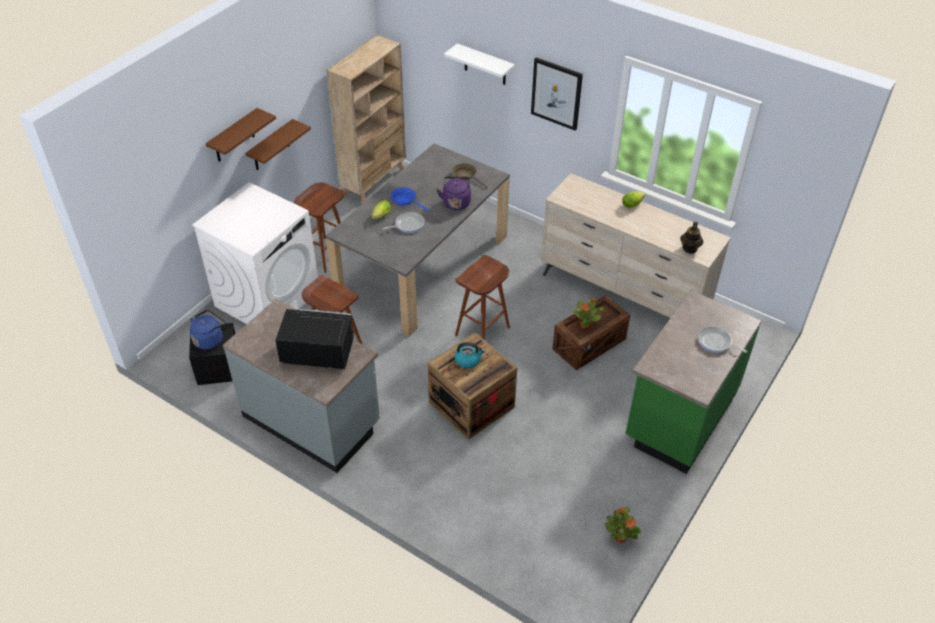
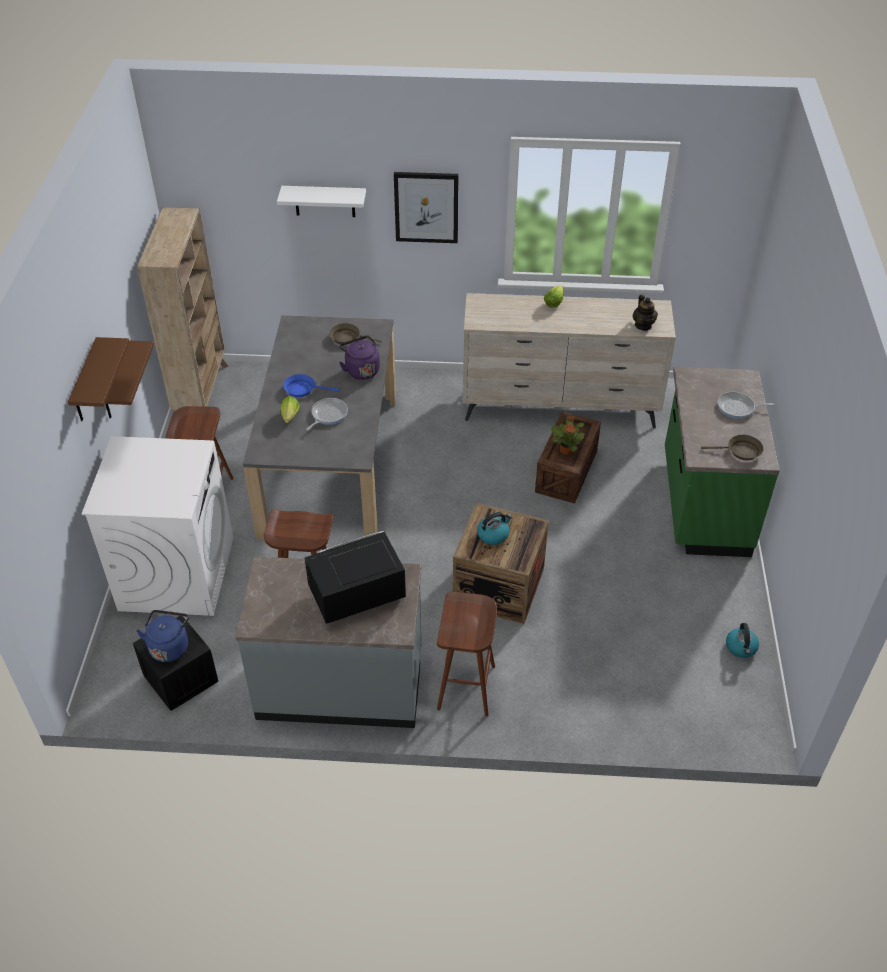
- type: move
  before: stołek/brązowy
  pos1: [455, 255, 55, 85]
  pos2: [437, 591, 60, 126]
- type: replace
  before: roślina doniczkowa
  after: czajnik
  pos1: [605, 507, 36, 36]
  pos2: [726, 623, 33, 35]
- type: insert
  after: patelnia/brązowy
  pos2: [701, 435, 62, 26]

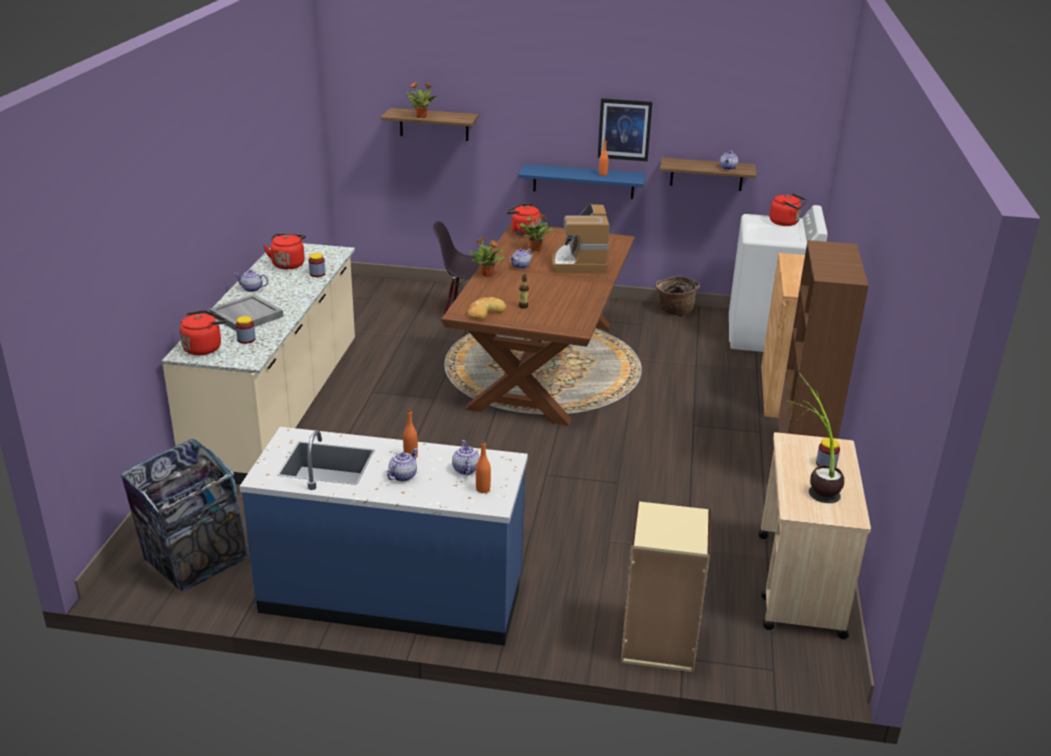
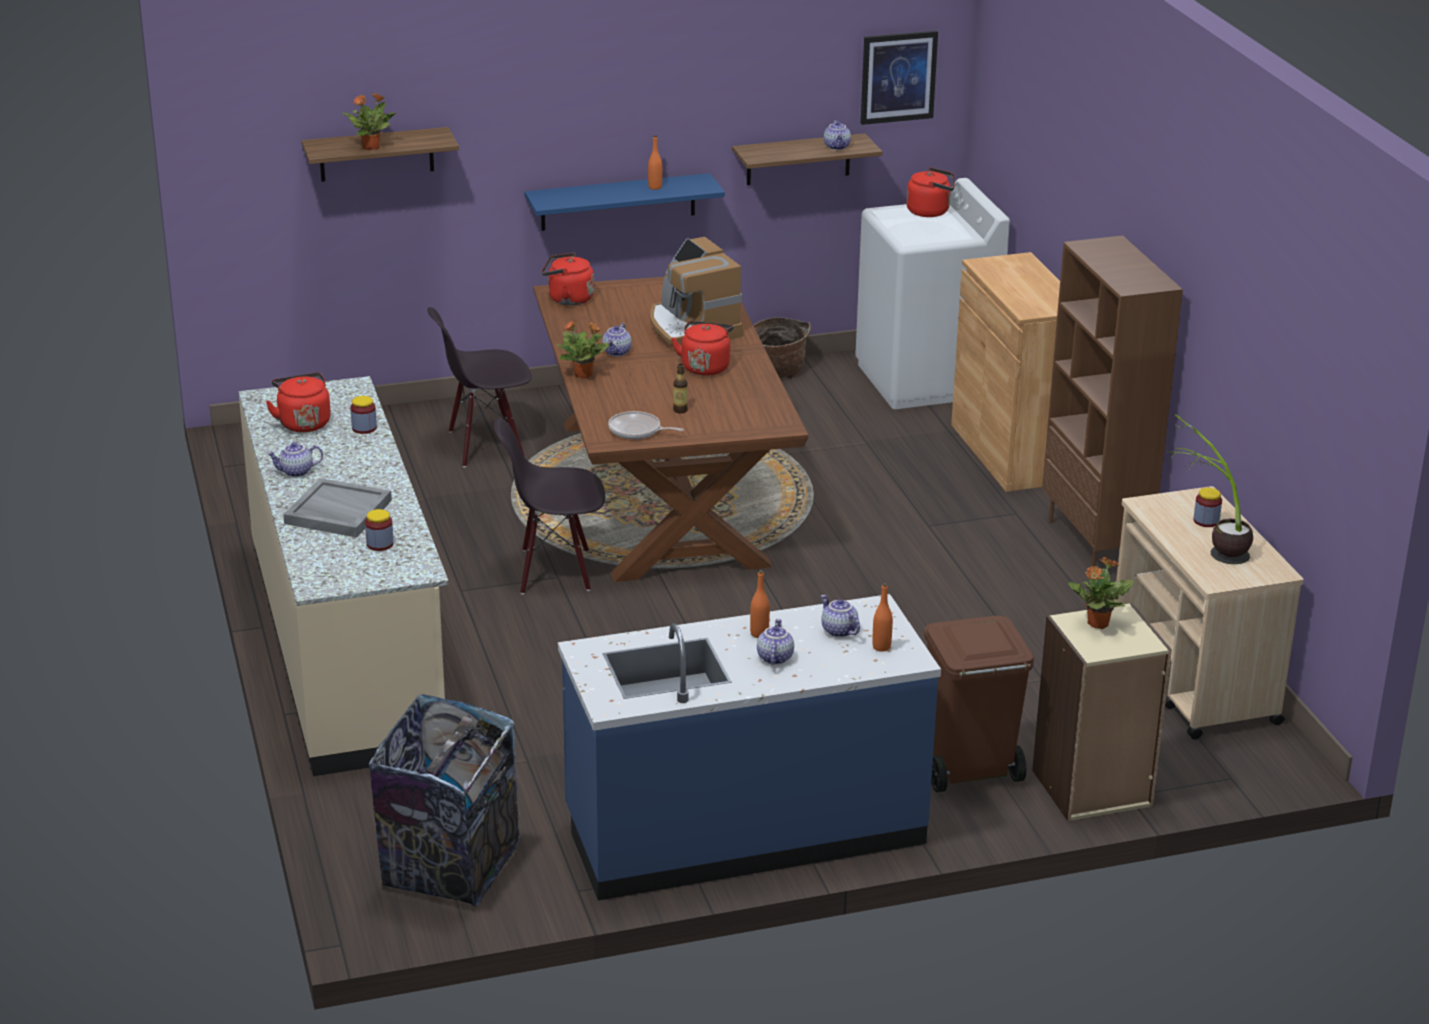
- type: move
  before: obraz
  pos1: [598, 98, 55, 63]
  pos2: [861, 31, 77, 94]
- type: move
  before: roślina doniczkowa
  pos1: [520, 214, 33, 37]
  pos2: [1068, 556, 65, 73]
- type: replace
  before: chleb
  after: patelnia
  pos1: [467, 297, 39, 23]
  pos2: [608, 411, 76, 28]
- type: move
  before: czajnik/czerwony
  pos1: [180, 310, 47, 45]
  pos2: [671, 321, 63, 55]
- type: insert
  after: krzesło/czarny
  pos2: [493, 418, 112, 176]
- type: insert
  after: kosz na śmieci/brązowy
  pos2: [924, 616, 110, 176]

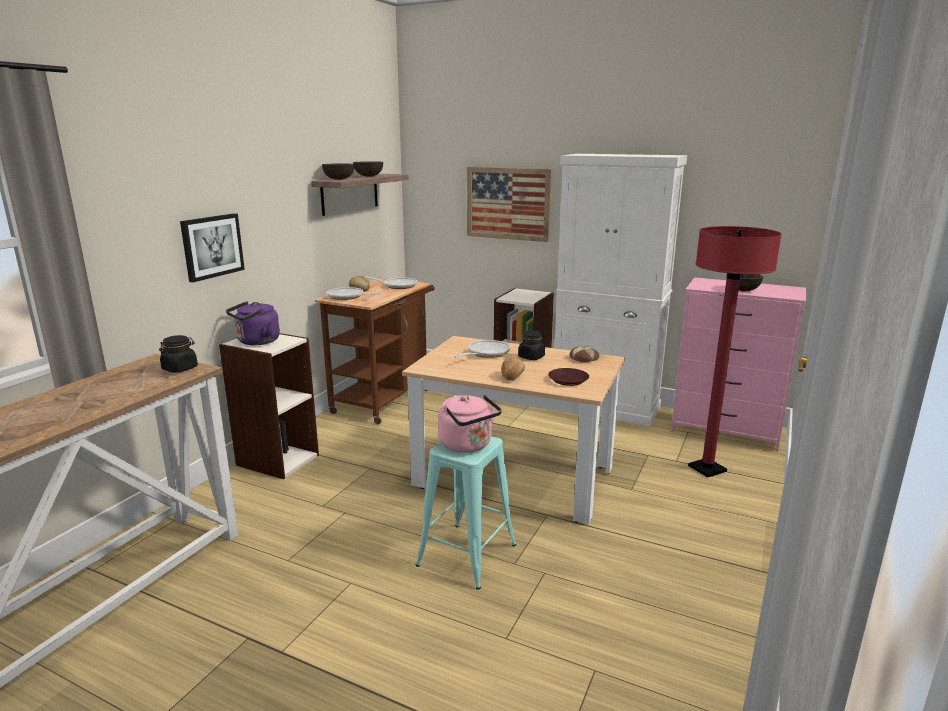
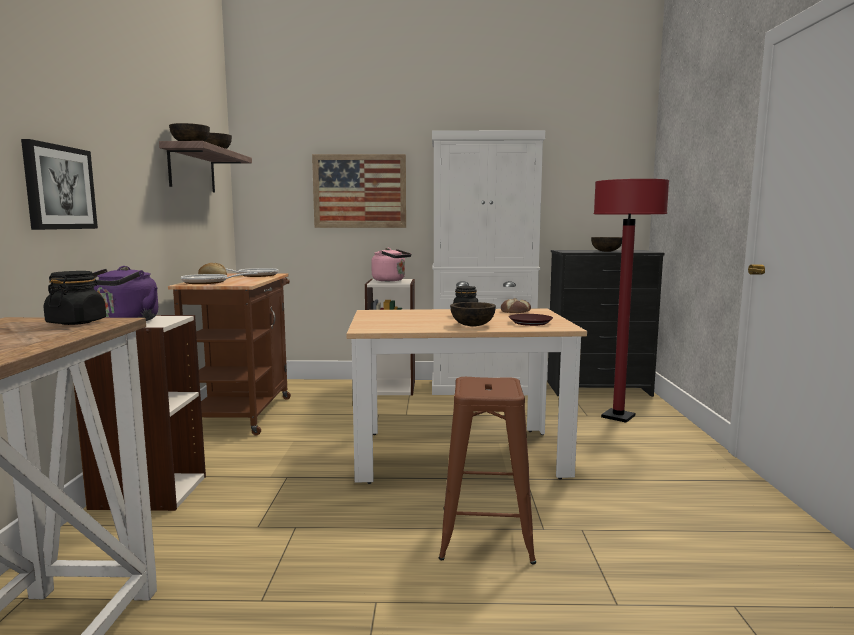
- type: recolor
  before: komoda/różowy
  after: komoda/czarny
  pos1: [671, 277, 135, 175]
  pos2: [547, 250, 118, 147]
- type: delete
  before: patelnia
  pos1: [454, 340, 56, 18]
- type: replace
  before: chleb
  after: miska/brązowy
  pos1: [501, 357, 24, 24]
  pos2: [450, 302, 46, 25]
- type: move
  before: czajnik/różowy
  pos1: [438, 395, 64, 58]
  pos2: [371, 248, 40, 33]
- type: recolor
  before: stołek/turkusowy
  after: stołek/brązowy
  pos1: [416, 436, 100, 154]
  pos2: [439, 377, 97, 188]

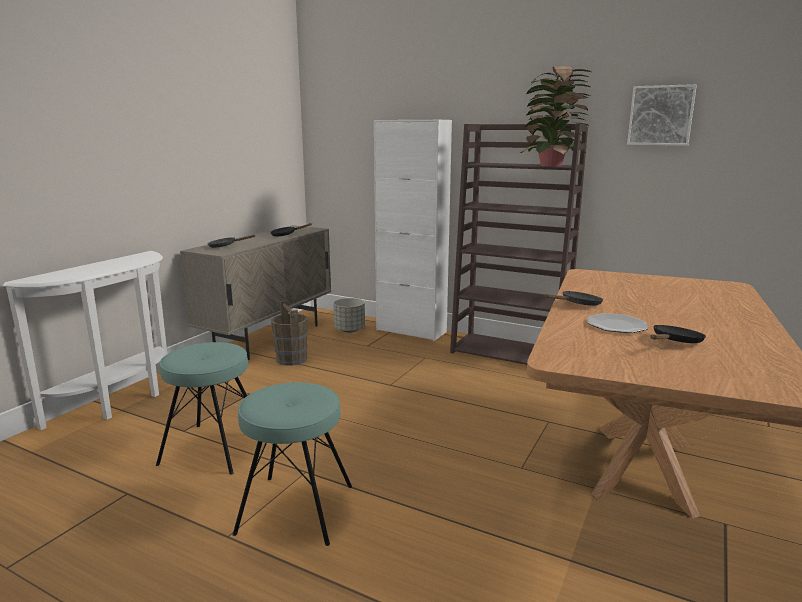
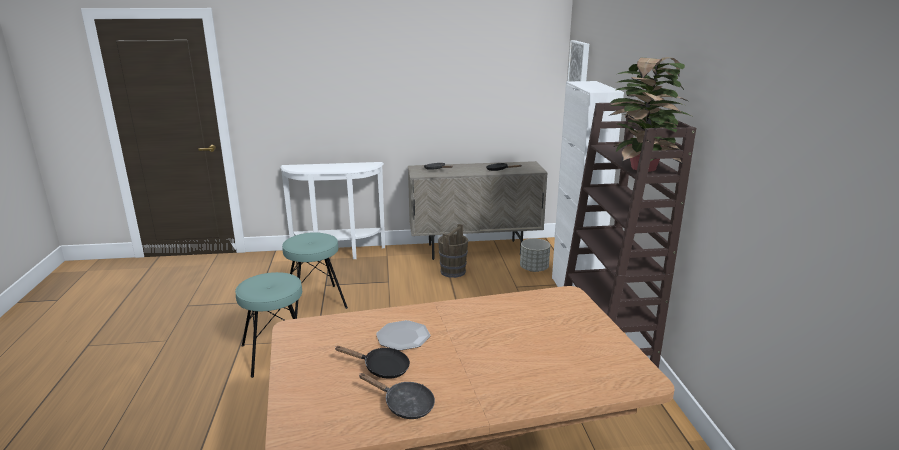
- type: move
  before: obraz
  pos1: [627, 84, 70, 62]
  pos2: [567, 40, 22, 42]
- type: move
  before: patelnia/czarny
  pos1: [545, 291, 58, 15]
  pos2: [359, 373, 76, 46]

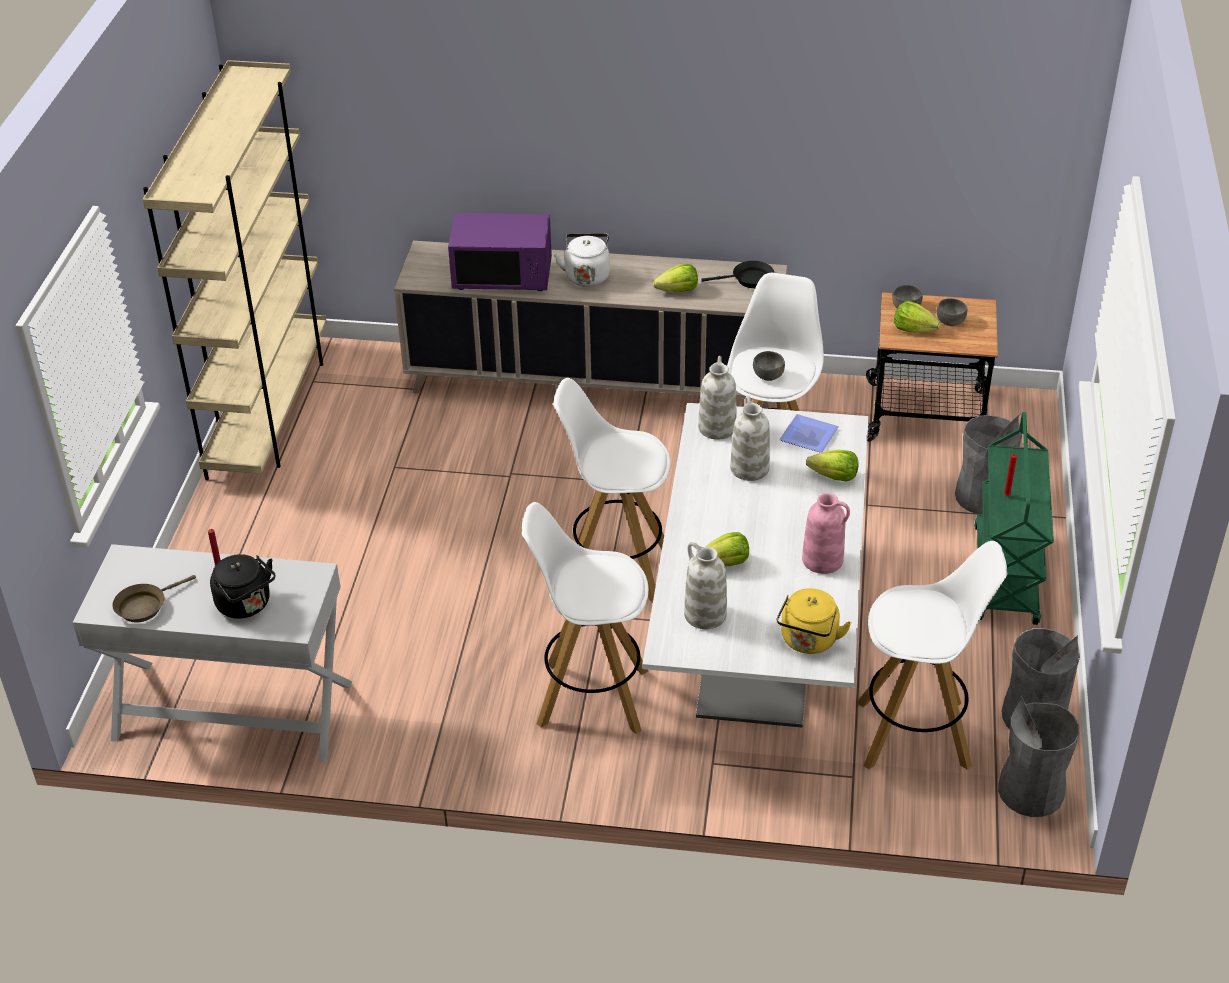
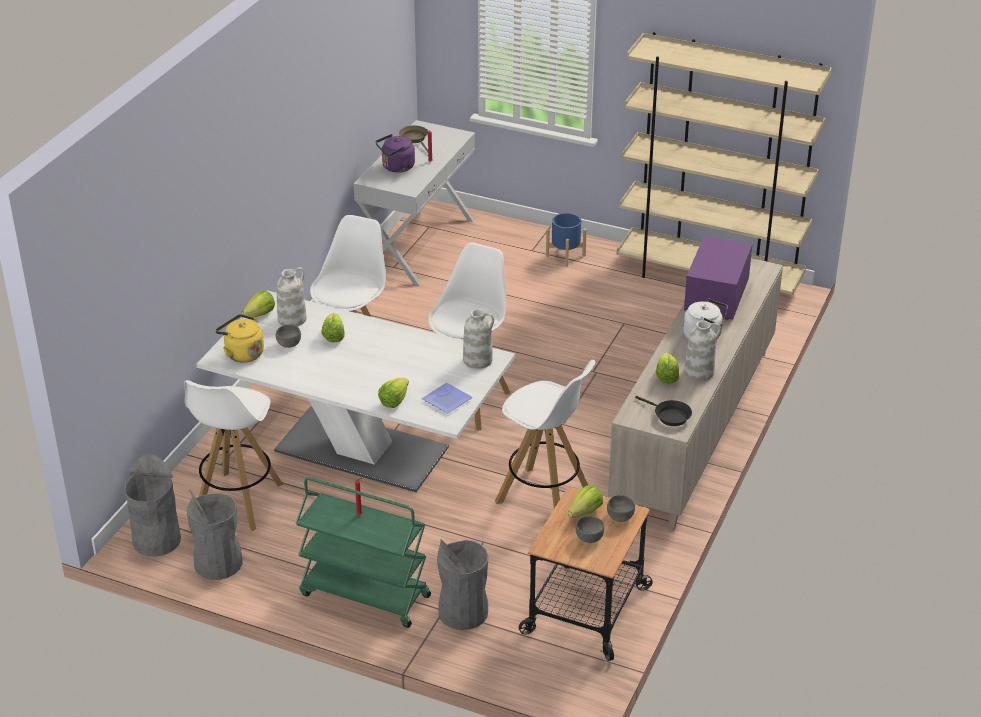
- type: rotate
  before: patelnia/czarny
  pos1: [702, 261, 72, 27]
  pos2: [635, 396, 57, 30]
  turn: -60
- type: move
  before: miska/szary
  pos1: [753, 351, 32, 30]
  pos2: [276, 325, 25, 23]
- type: move
  before: wazon/biały
  pos1: [730, 395, 40, 86]
  pos2: [684, 320, 37, 61]
- type: delete
  before: wazon/różowy
  pos1: [802, 493, 48, 81]
- type: recolor
  before: czajnik/czarny
  after: czajnik/fioletowy
  pos1: [210, 554, 65, 65]
  pos2: [376, 134, 39, 39]
- type: insert
  after: donica/niebieski
  pos2: [546, 213, 41, 54]
- type: insert
  after: sałata
  pos2: [242, 291, 33, 26]

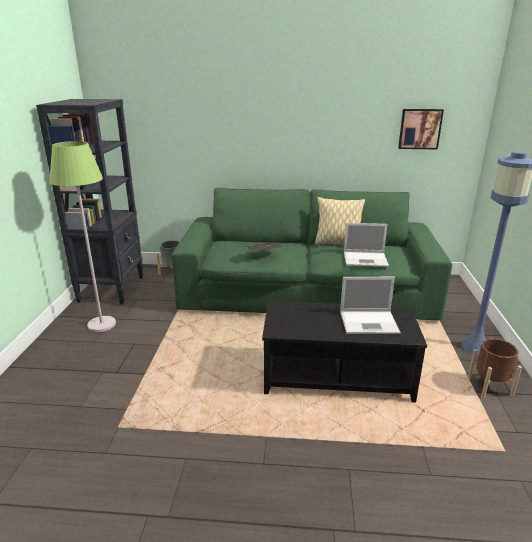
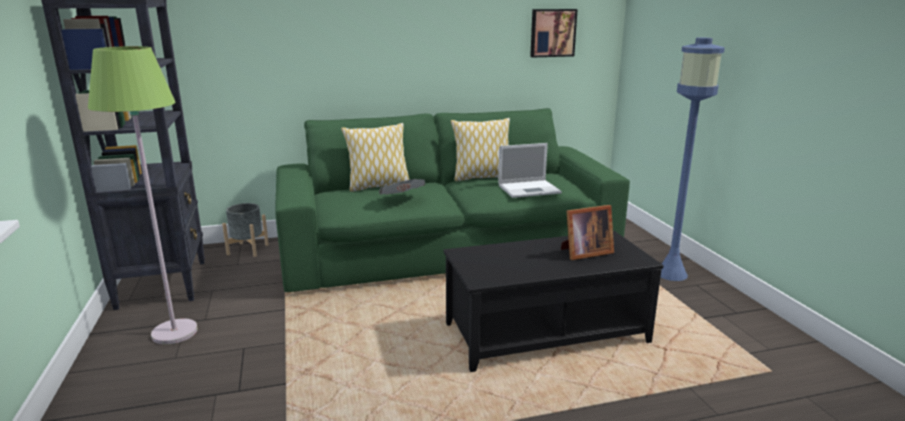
- type: replace
  before: laptop
  after: ramka na zdjęcie
  pos1: [340, 277, 61, 57]
  pos2: [561, 205, 53, 55]
- type: delete
  before: donica/brązowy
  pos1: [467, 338, 55, 60]
- type: insert
  after: poduszka
  pos2: [341, 123, 68, 69]

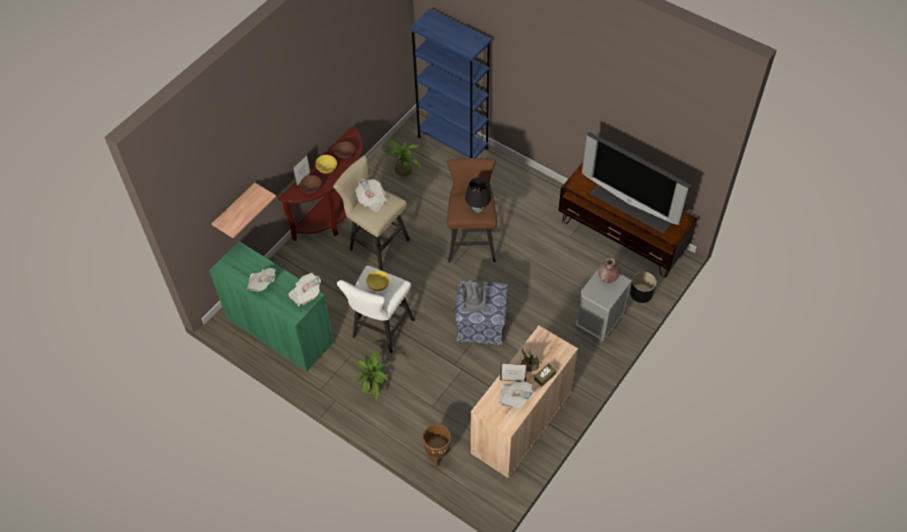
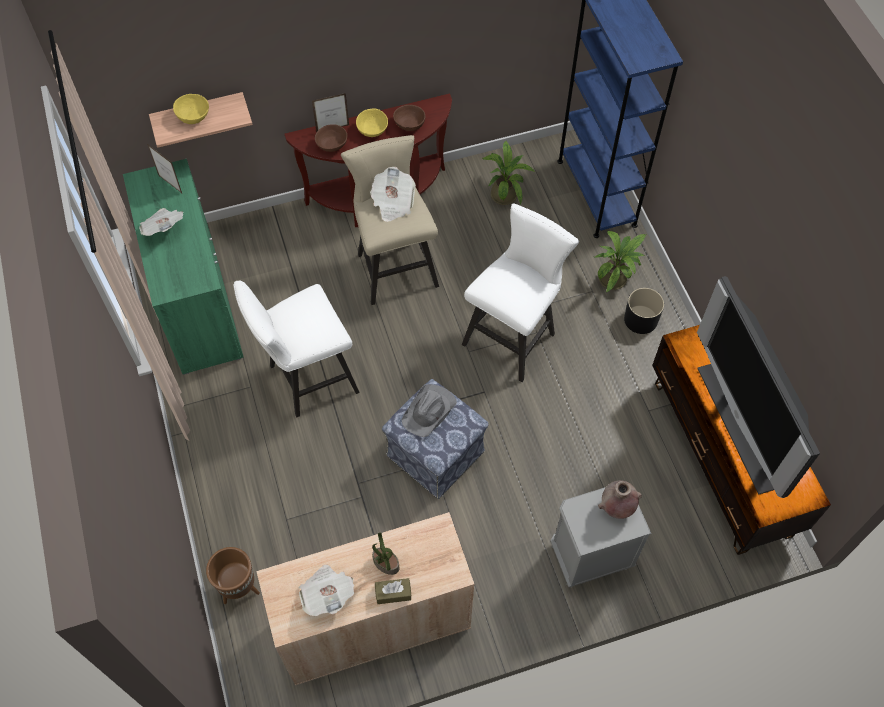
- type: recolor
  before: stołek/brązowy
  after: stołek/biały
  pos1: [447, 158, 50, 104]
  pos2: [462, 203, 117, 179]
- type: delete
  before: lampa stołowa/czarny
  pos1: [465, 178, 26, 35]
- type: move
  before: miska/żółty
  pos1: [366, 271, 23, 20]
  pos2: [173, 94, 36, 30]
- type: move
  before: donica/czarny
  pos1: [630, 272, 26, 31]
  pos2: [624, 288, 40, 46]
- type: delete
  before: gazeta
  pos1: [289, 273, 32, 34]
- type: move
  before: roślina doniczkowa
  pos1: [354, 349, 34, 52]
  pos2: [595, 230, 51, 62]
- type: move
  before: ramka na zdjęcie
  pos1: [500, 363, 28, 19]
  pos2: [147, 144, 35, 49]

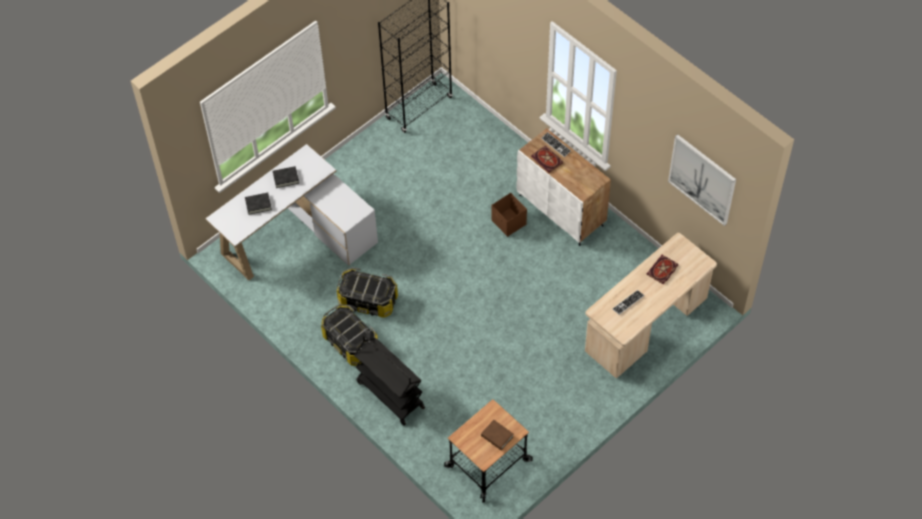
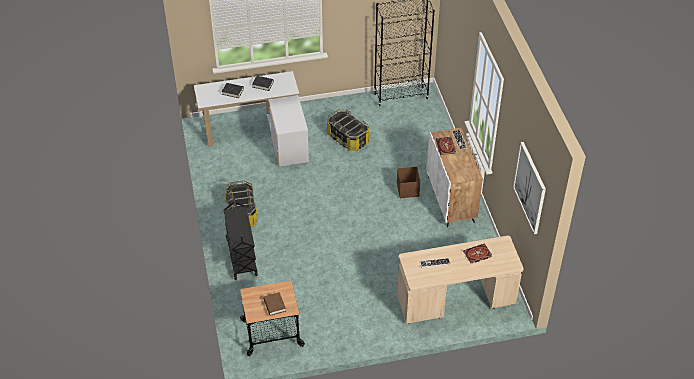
- type: move
  before: pojemnik do przechowywania
  pos1: [337, 267, 61, 51]
  pos2: [327, 109, 42, 42]

